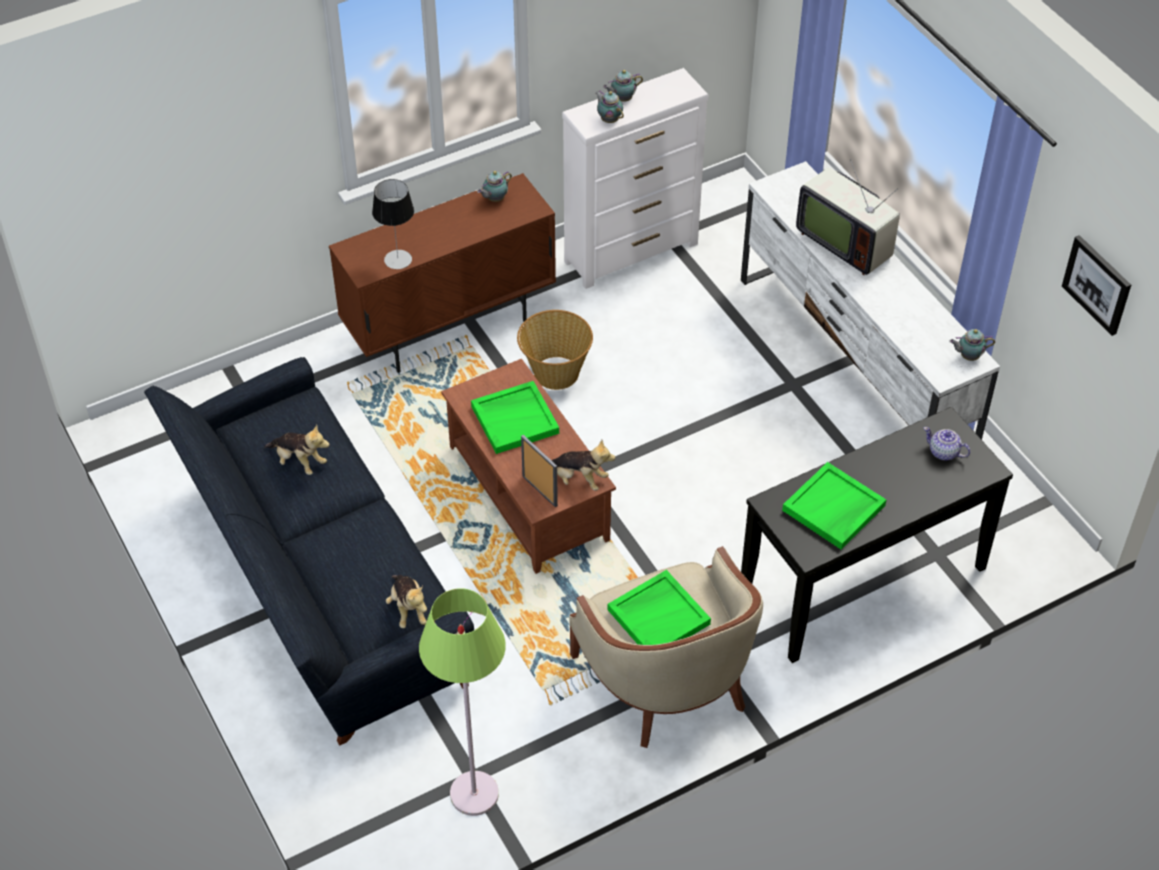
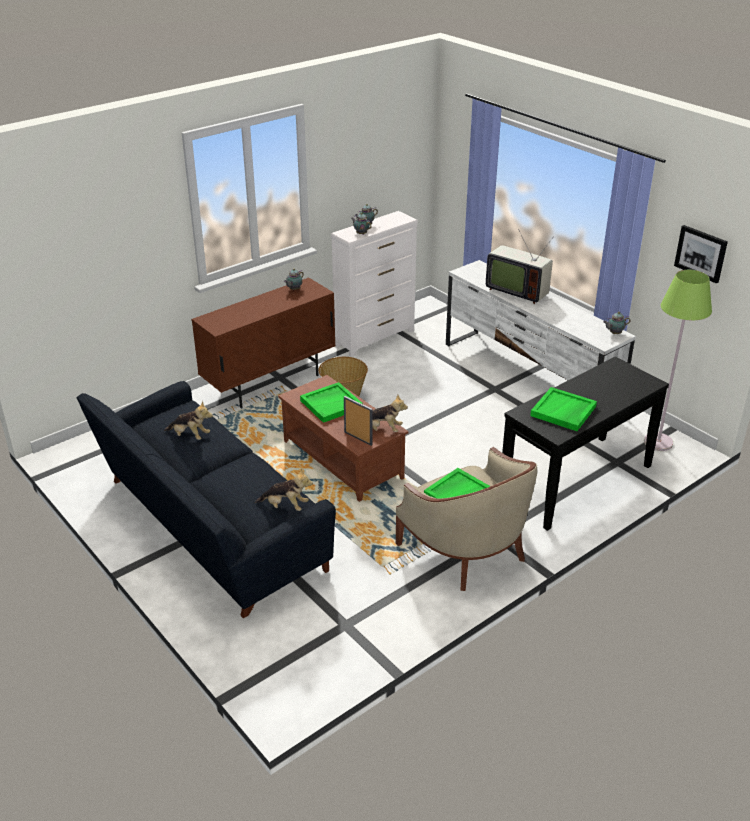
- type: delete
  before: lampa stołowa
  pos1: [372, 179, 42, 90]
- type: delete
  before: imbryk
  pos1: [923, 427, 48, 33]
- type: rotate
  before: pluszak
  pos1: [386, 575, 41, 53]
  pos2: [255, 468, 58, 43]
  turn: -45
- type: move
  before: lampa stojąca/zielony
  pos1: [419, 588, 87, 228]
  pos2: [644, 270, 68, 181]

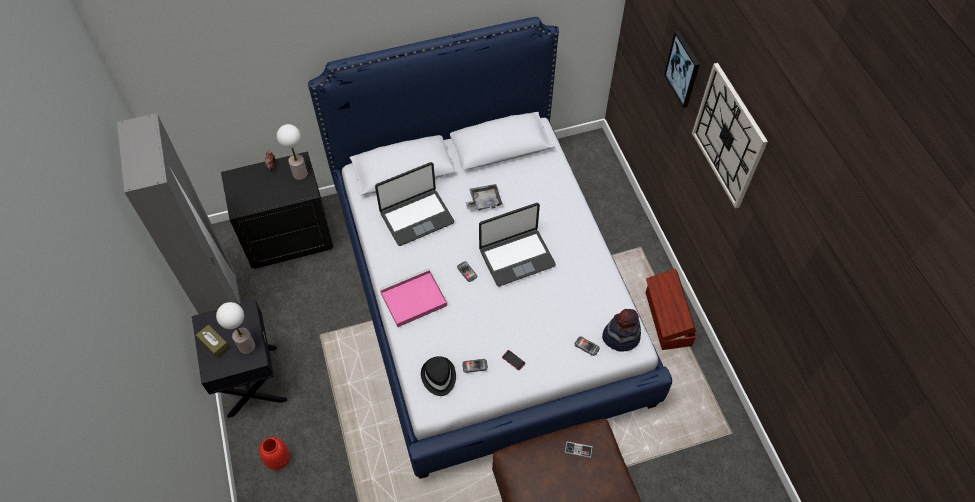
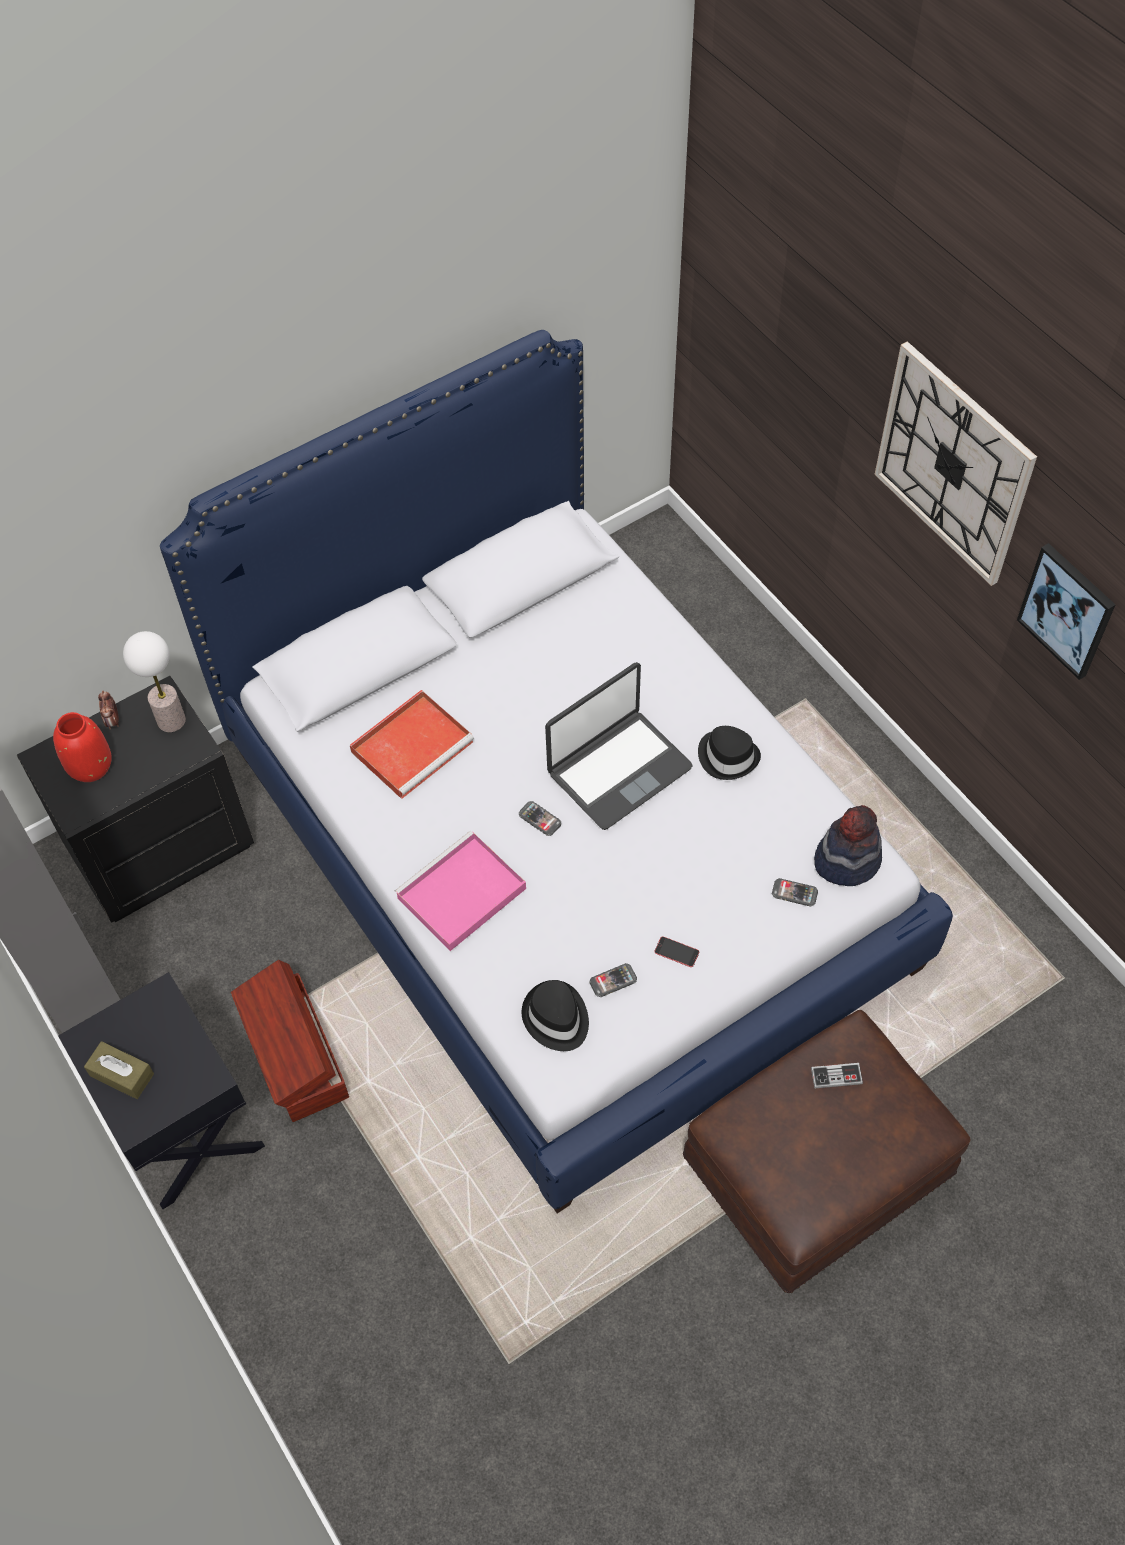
- type: move
  before: obraz
  pos1: [664, 31, 36, 77]
  pos2: [1017, 543, 99, 137]
- type: replace
  before: laptop
  after: taca/czerwony
  pos1: [375, 162, 79, 84]
  pos2: [350, 690, 124, 109]
- type: delete
  before: taca/szary
  pos1: [466, 184, 36, 26]
- type: move
  before: pojemnik do przechowywania/brązowy
  pos1: [646, 269, 50, 81]
  pos2: [231, 960, 118, 162]
- type: delete
  before: lampa stołowa
  pos1: [216, 302, 39, 52]
- type: move
  before: wazon/czerwony
  pos1: [259, 437, 31, 33]
  pos2: [53, 712, 59, 70]
- type: insert
  after: kapelusz/czarny
  pos2: [698, 726, 63, 54]

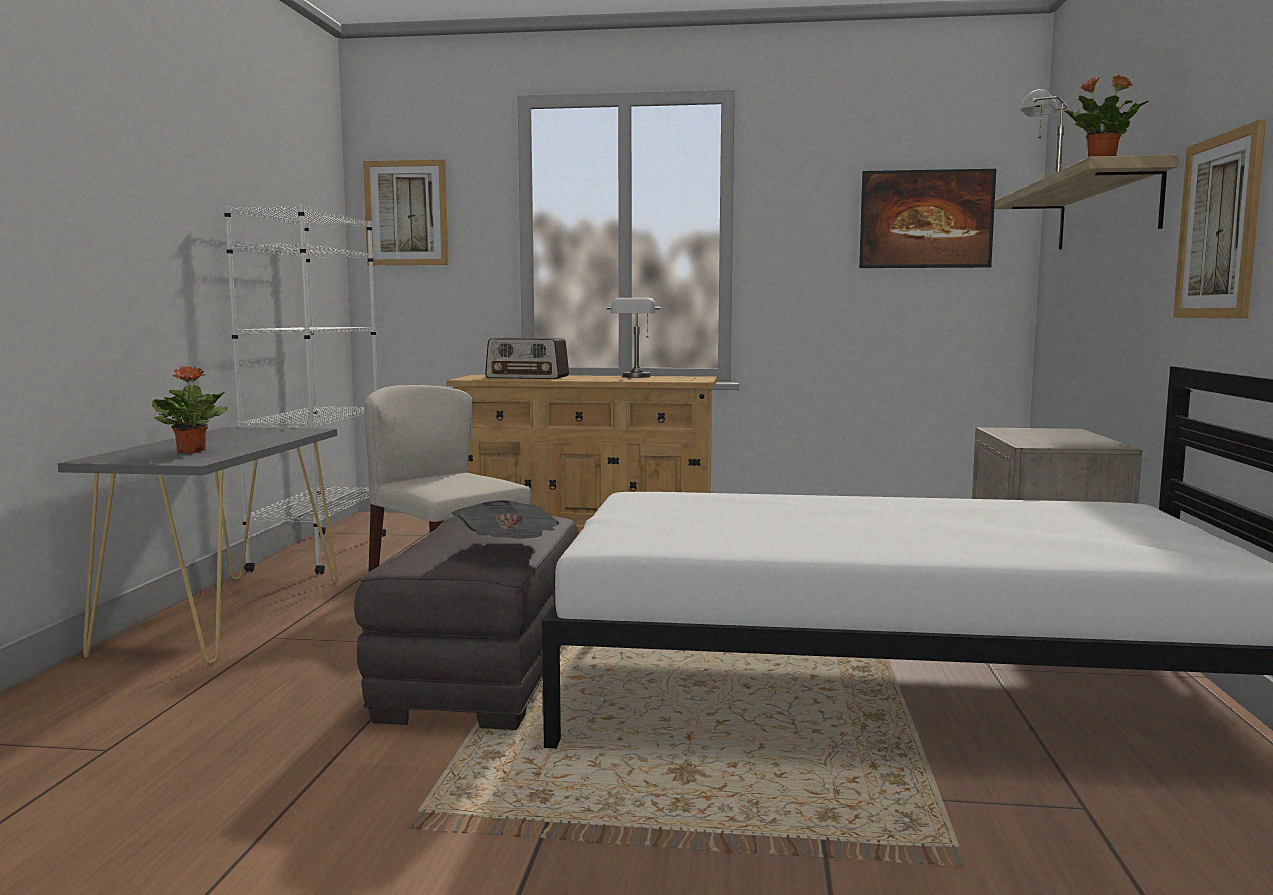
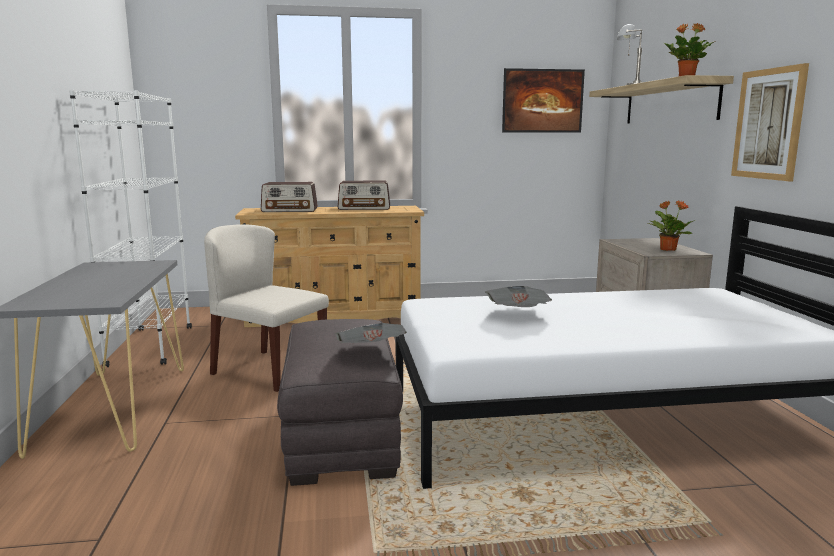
- type: delete
  before: obraz
  pos1: [363, 160, 85, 105]
- type: replace
  before: lampa stołowa/szary
  after: radio
  pos1: [607, 298, 54, 80]
  pos2: [338, 181, 52, 29]
- type: move
  before: roślina doniczkowa
  pos1: [152, 366, 76, 87]
  pos2: [648, 201, 47, 50]
- type: insert
  after: gazeta
  pos2: [485, 286, 67, 21]

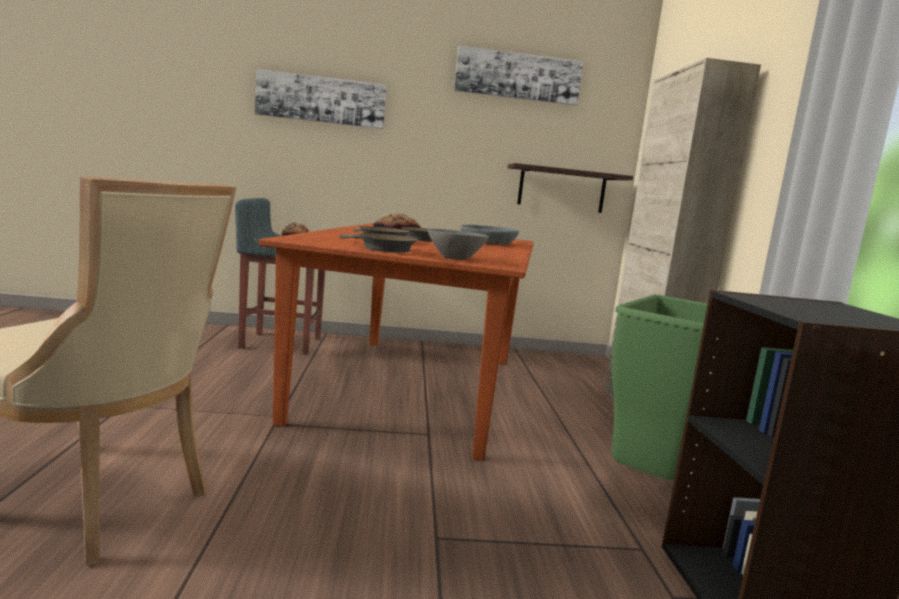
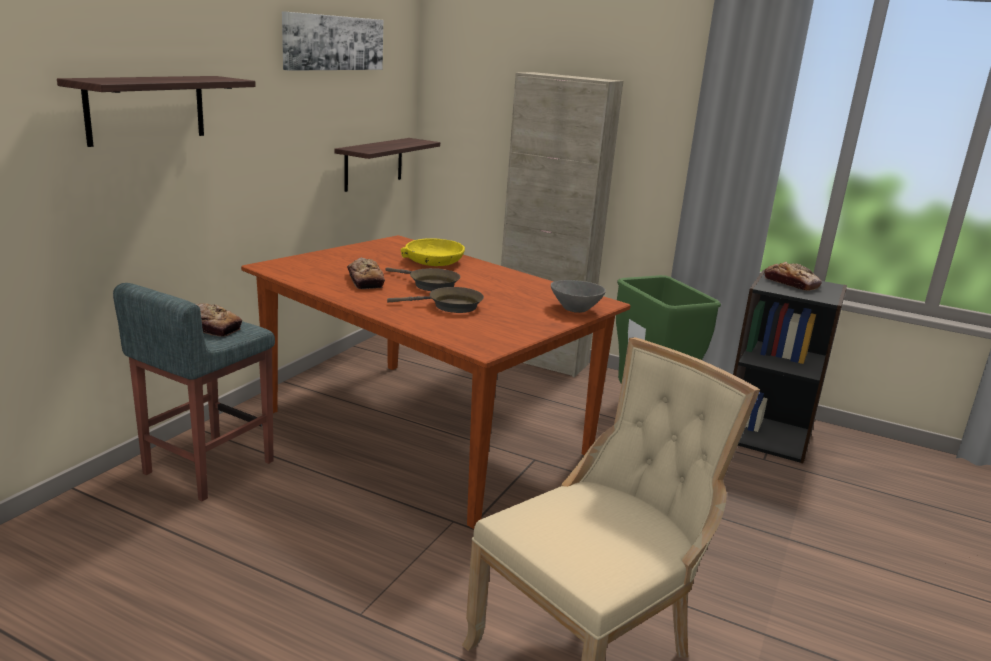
- type: replace
  before: obraz
  after: półka
  pos1: [255, 69, 132, 60]
  pos2: [57, 76, 199, 71]
- type: recolor
  before: miska/szary
  after: miska/żółty
  pos1: [461, 225, 58, 19]
  pos2: [401, 238, 64, 28]
- type: delete
  before: patelnia/brązowy
  pos1: [340, 233, 78, 20]
- type: insert
  after: chleb
  pos2: [764, 262, 58, 29]

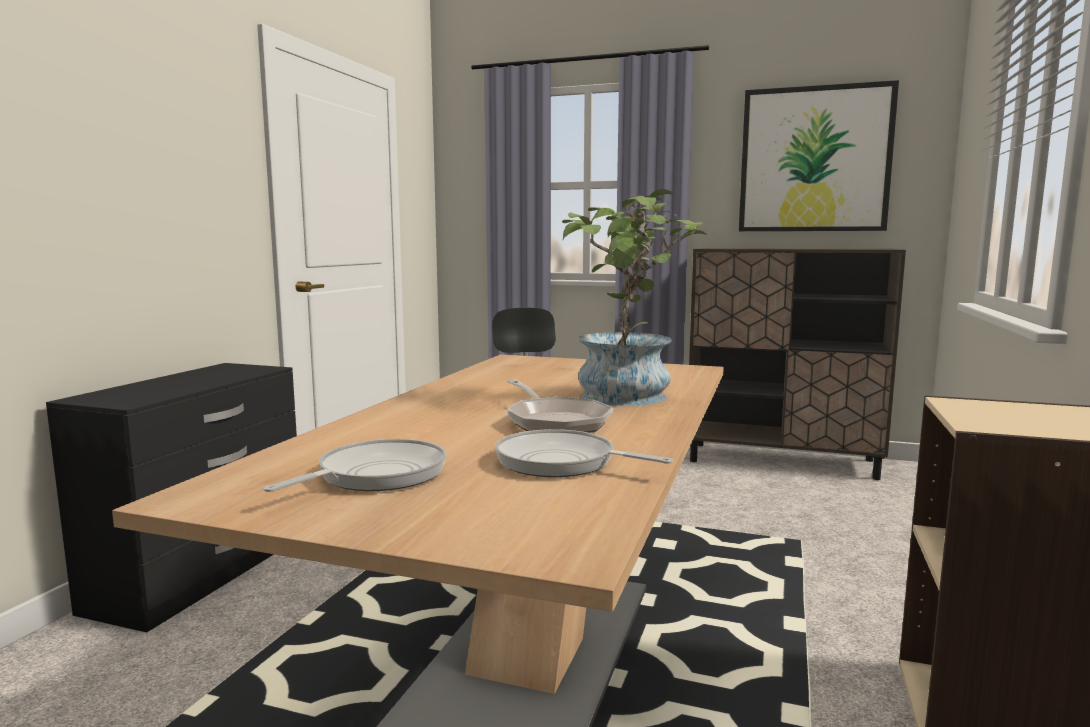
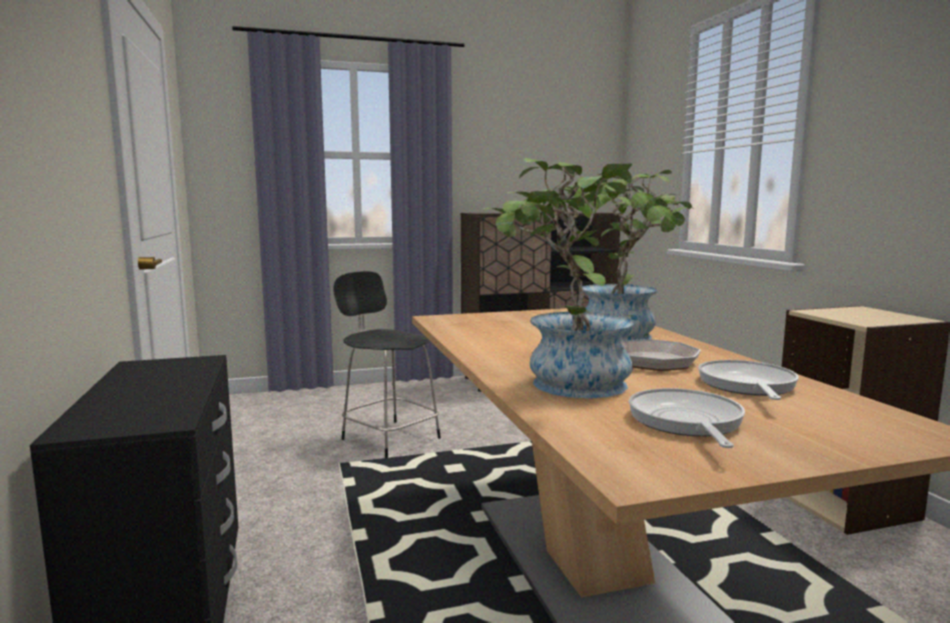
- type: delete
  before: obraz
  pos1: [739, 80, 160, 151]
- type: rotate
  before: patelnia
  pos1: [495, 429, 178, 48]
  pos2: [698, 360, 101, 40]
  turn: 105
- type: insert
  after: roślina doniczkowa
  pos2: [483, 158, 152, 240]

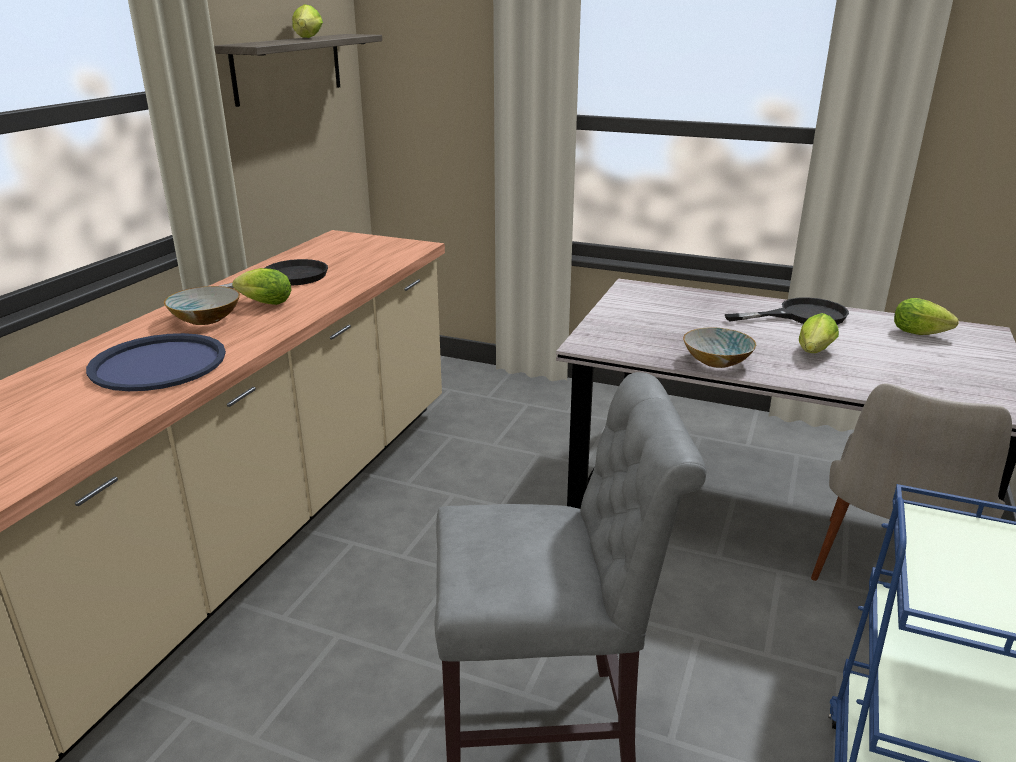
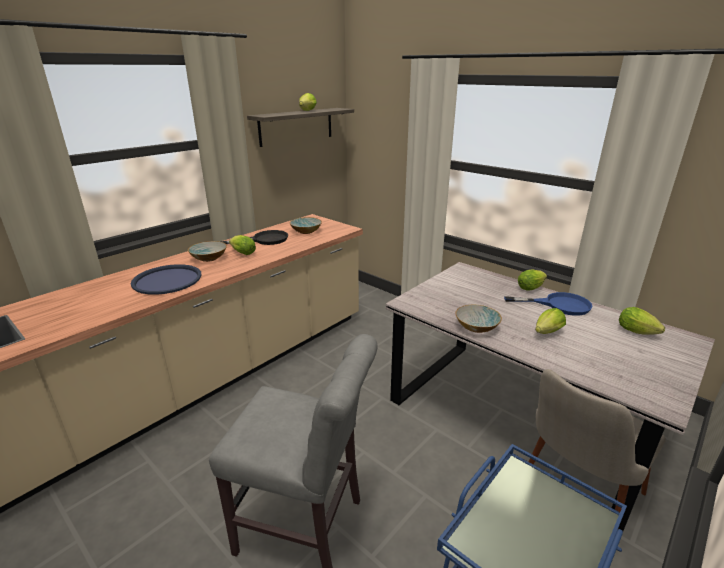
- type: recolor
  before: patelnia/czarny
  after: patelnia/niebieski
  pos1: [725, 297, 124, 28]
  pos2: [504, 292, 89, 24]
- type: insert
  after: miska
  pos2: [290, 217, 32, 17]
- type: insert
  after: sałata
  pos2: [518, 269, 29, 21]

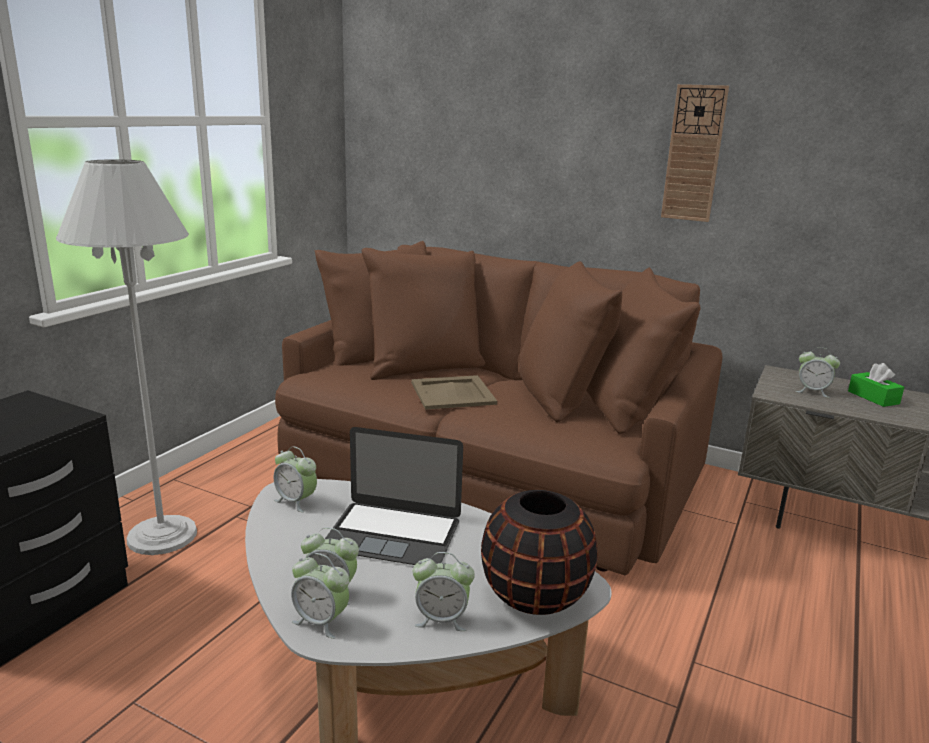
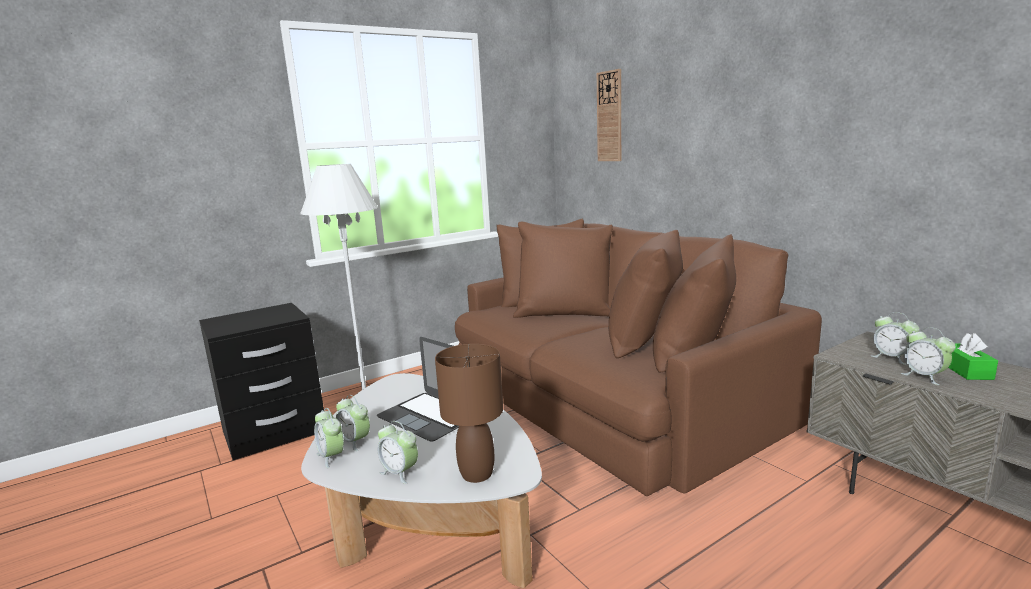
- type: move
  before: zegar ścienny
  pos1: [661, 84, 68, 138]
  pos2: [597, 69, 24, 92]
- type: delete
  before: taca/beżowy
  pos1: [411, 375, 86, 35]
- type: move
  before: budzik
  pos1: [274, 446, 43, 67]
  pos2: [901, 327, 55, 58]
- type: replace
  before: wazon/czarny
  after: lampa stołowa/brązowy
  pos1: [481, 490, 117, 125]
  pos2: [435, 344, 68, 139]

